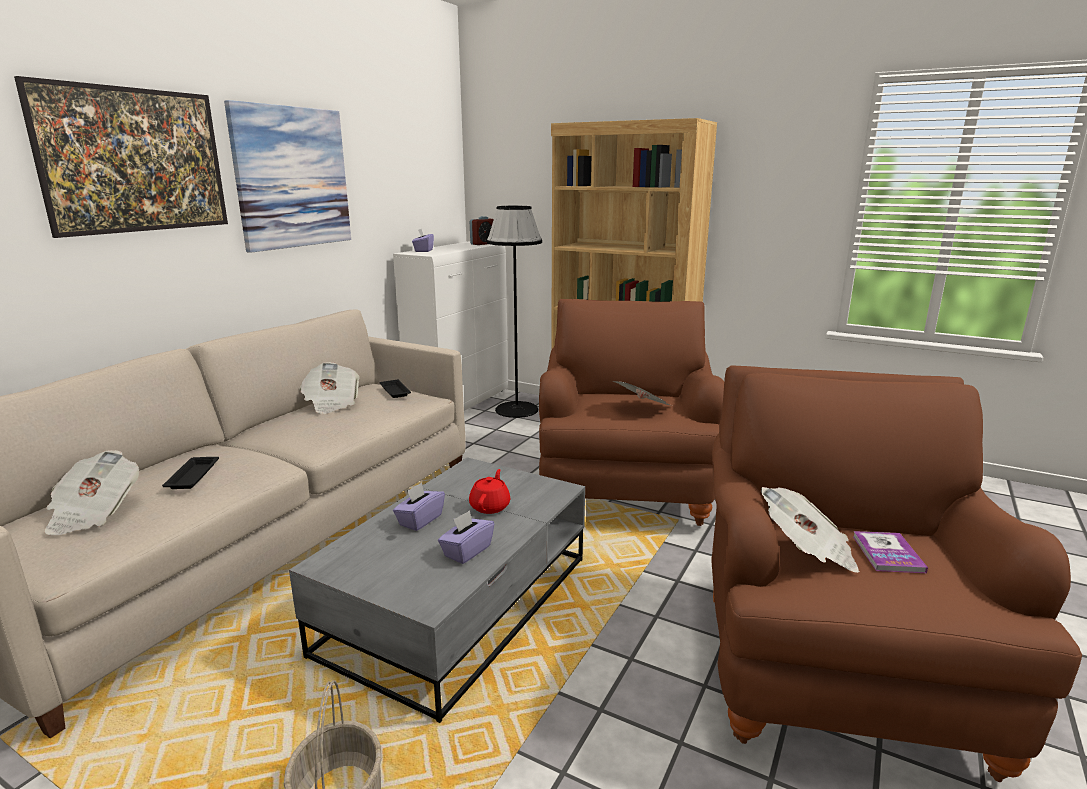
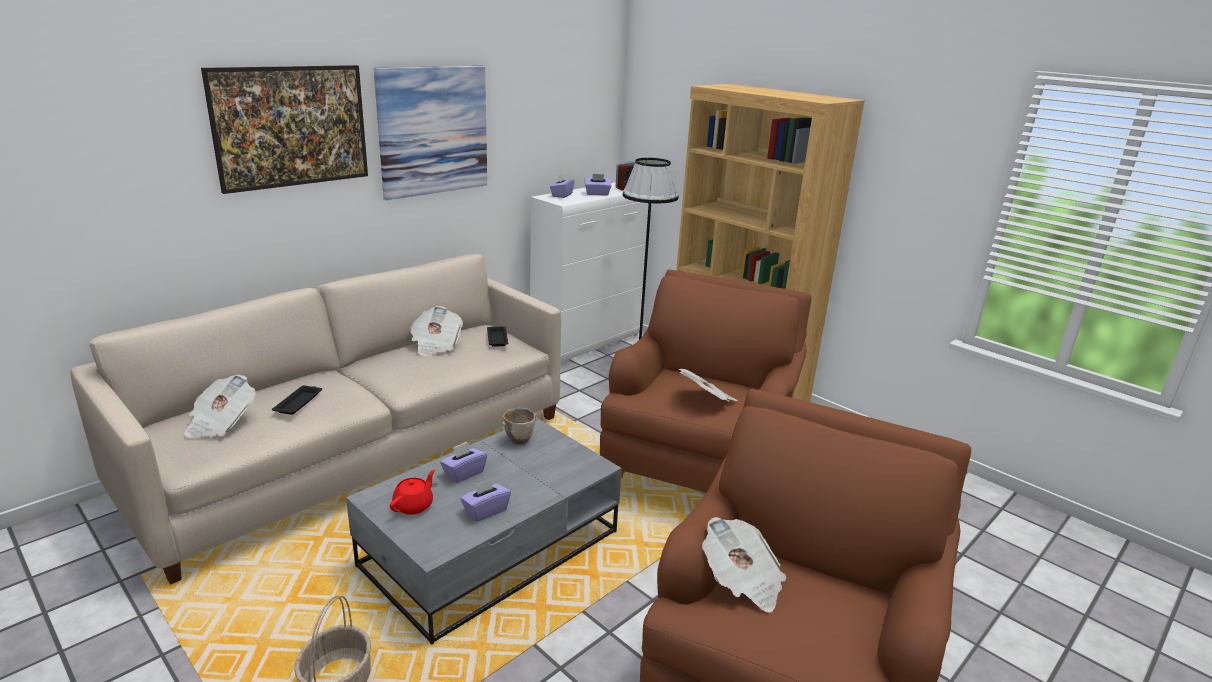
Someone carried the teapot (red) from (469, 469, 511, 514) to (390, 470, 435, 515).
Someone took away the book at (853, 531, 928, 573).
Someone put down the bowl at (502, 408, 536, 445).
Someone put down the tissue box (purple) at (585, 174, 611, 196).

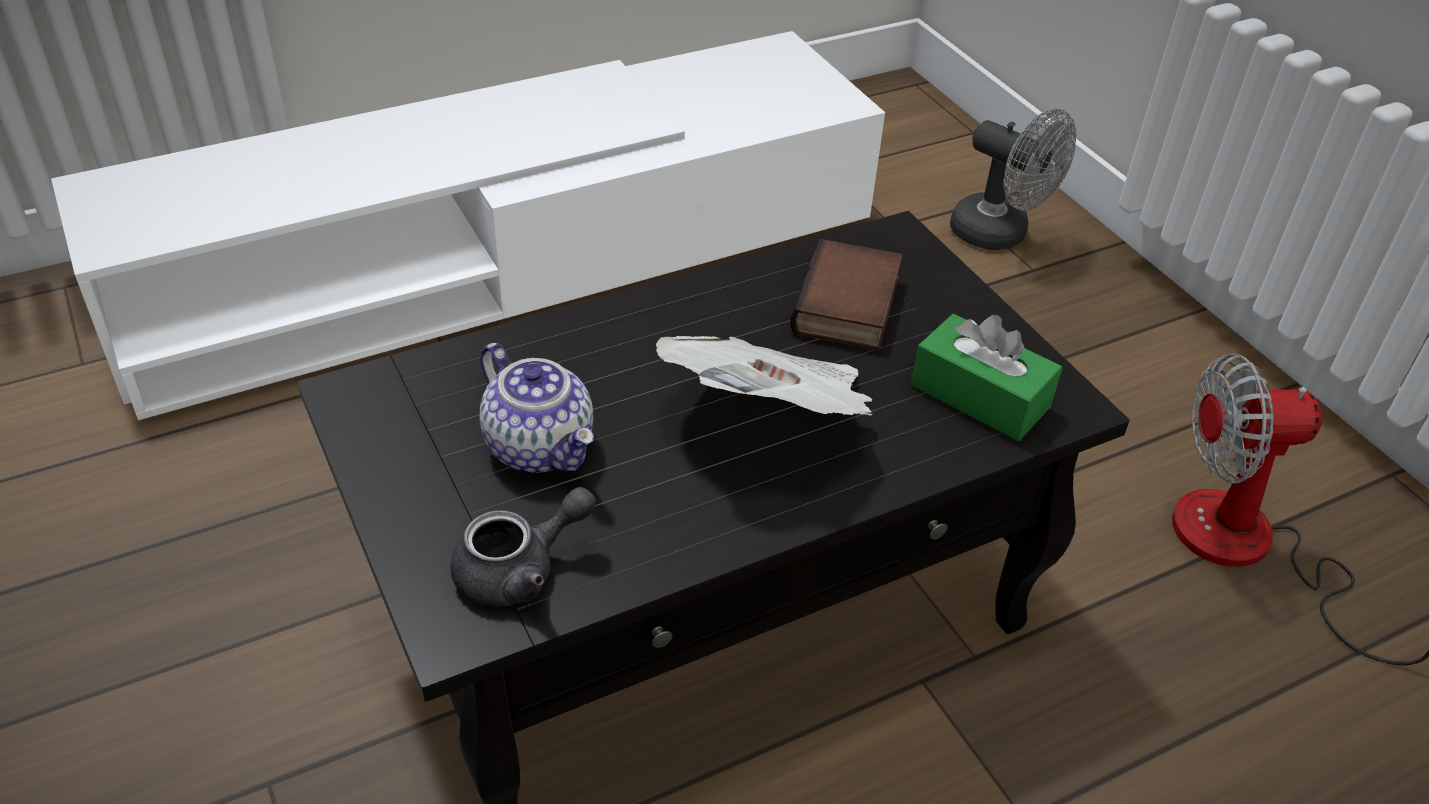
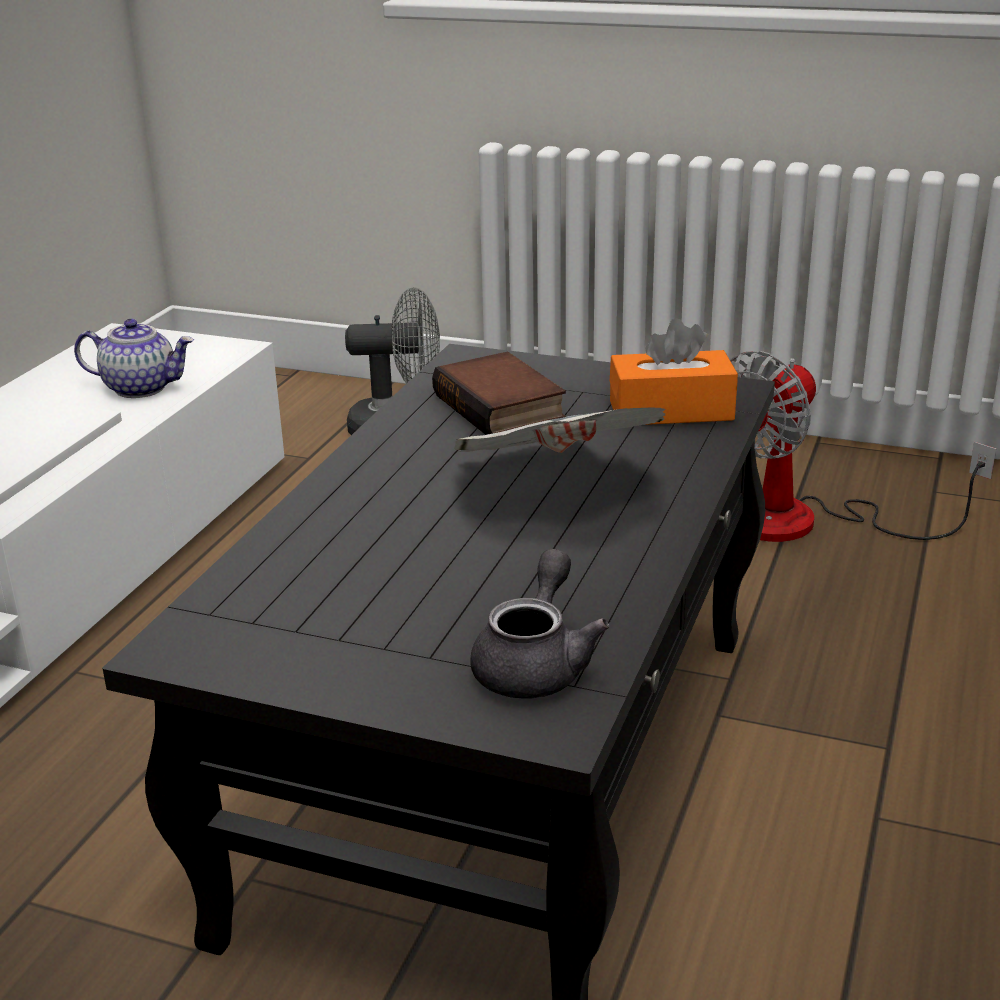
Someone carried the teapot from (479, 343, 594, 473) to (74, 319, 194, 398).
Someone repainted the tissue box (green) at (911, 314, 1062, 441), which became the tissue box (orange) at (610, 318, 738, 425).

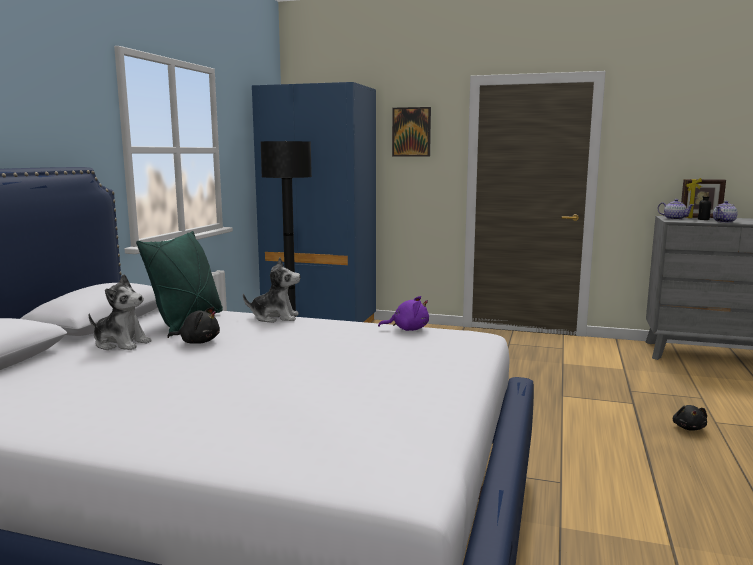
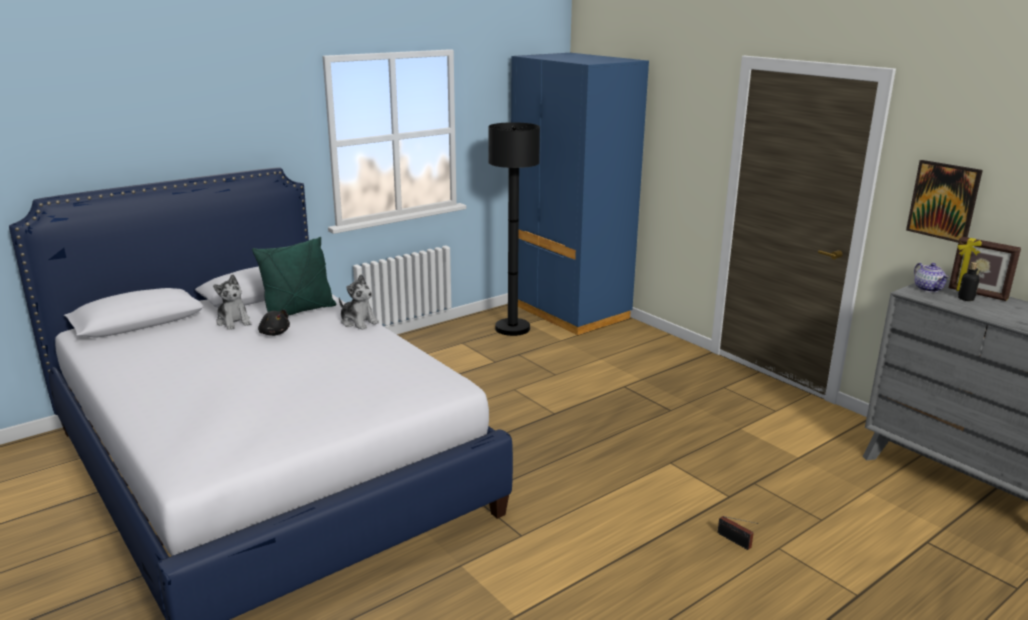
Someone took away the plush toy (purple) at (378, 296, 429, 331).
Someone carried the picture from (392, 107, 431, 156) to (906, 160, 983, 243).
Someone swapped the plush toy (black) at (673, 405, 707, 431) for the radio at (718, 516, 758, 550).
Someone took away the teapot at (713, 201, 738, 223).

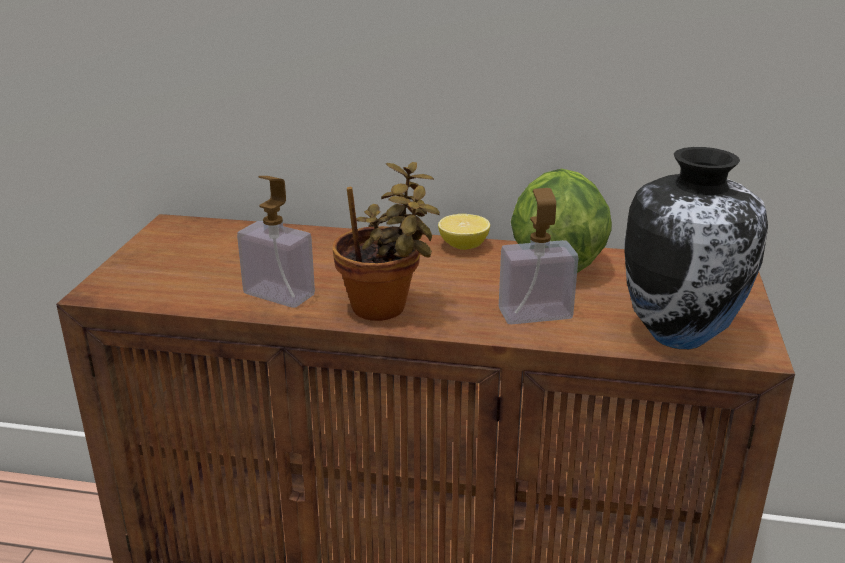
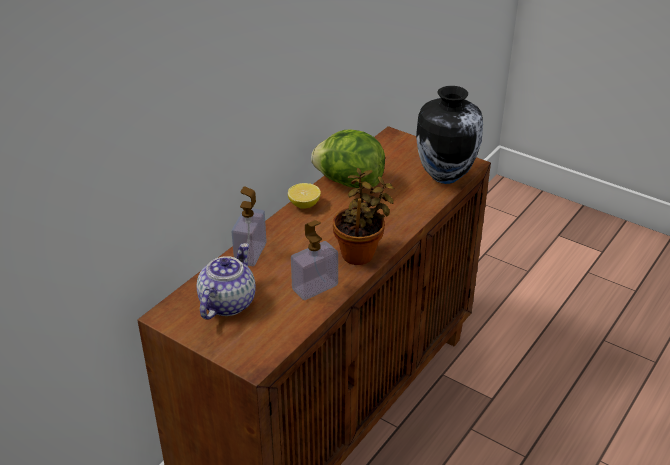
Someone carried the soap dispenser from (499, 188, 578, 324) to (232, 186, 266, 266).
Someone put down the teapot at (197, 243, 256, 320).

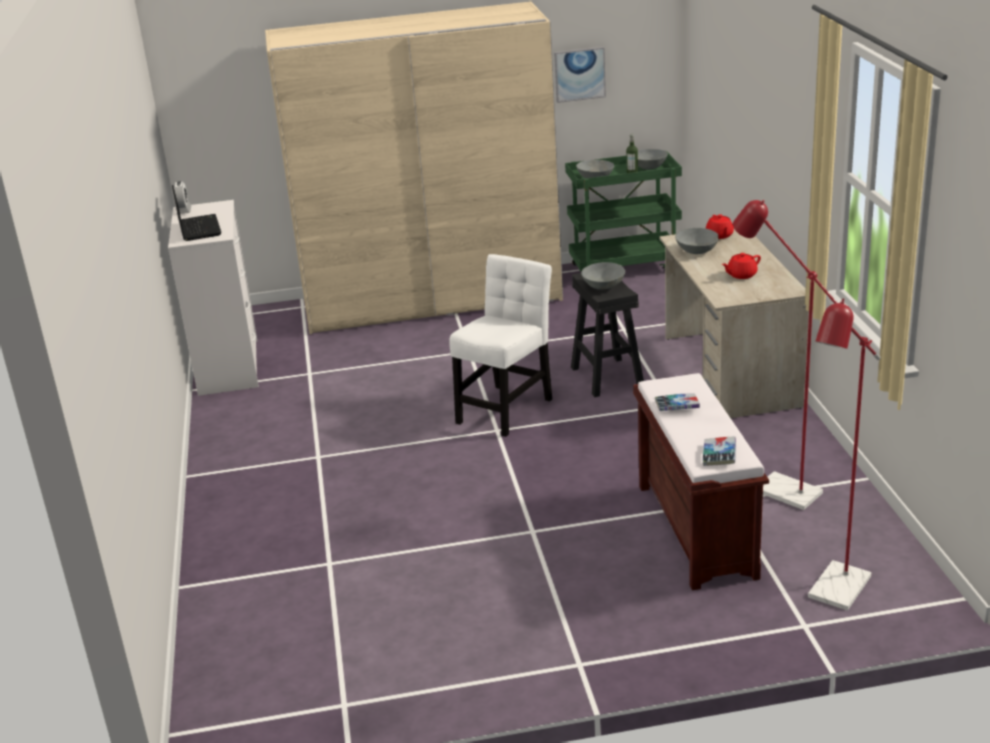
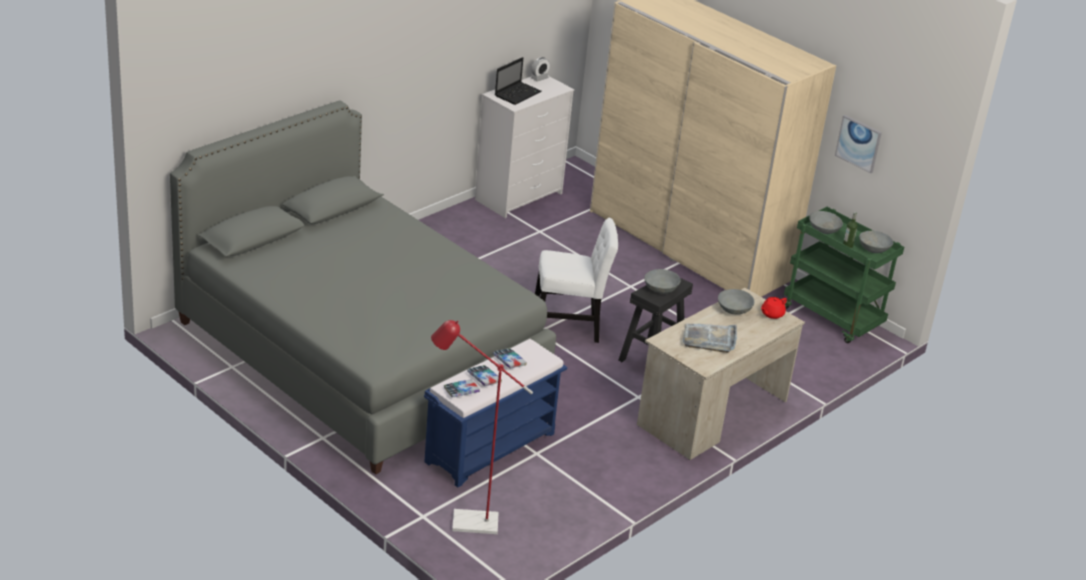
Someone repainted the bench (brown) at (633, 373, 769, 590), which became the bench (blue) at (424, 339, 567, 488).
Someone swapped the teapot (red) at (722, 253, 761, 279) for the tray (grey) at (683, 323, 737, 353).
Someone took away the floor lamp (red) at (733, 200, 837, 510).
Someone put down the bed (grey) at (170, 101, 556, 475).
Someone put down the book at (467, 365, 502, 386).

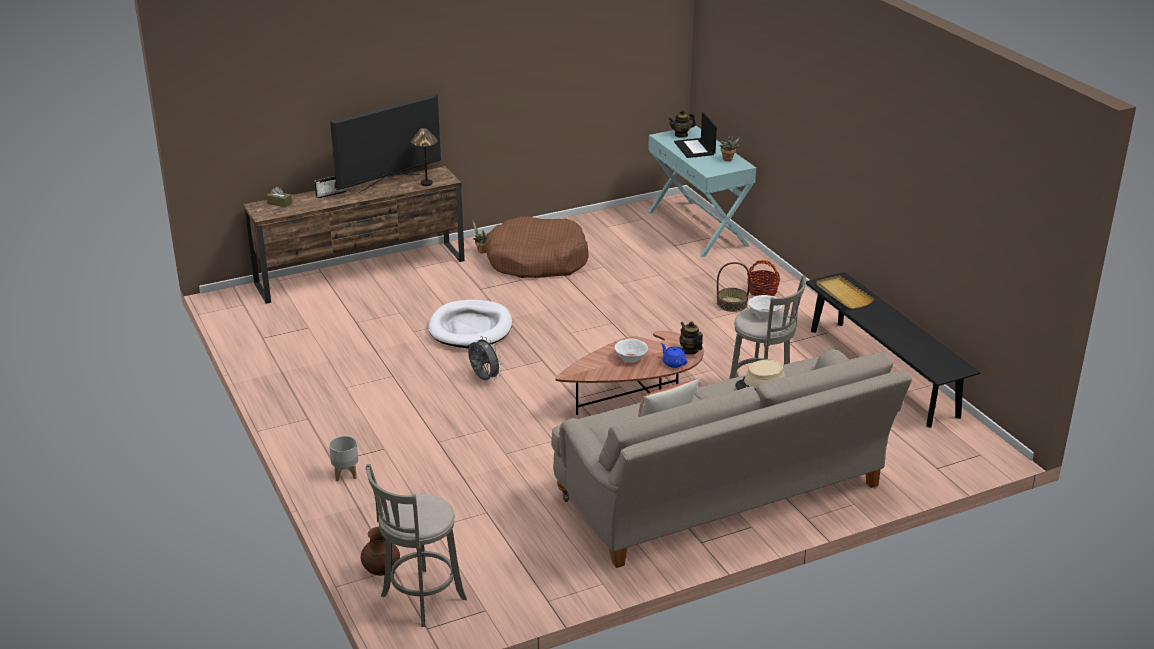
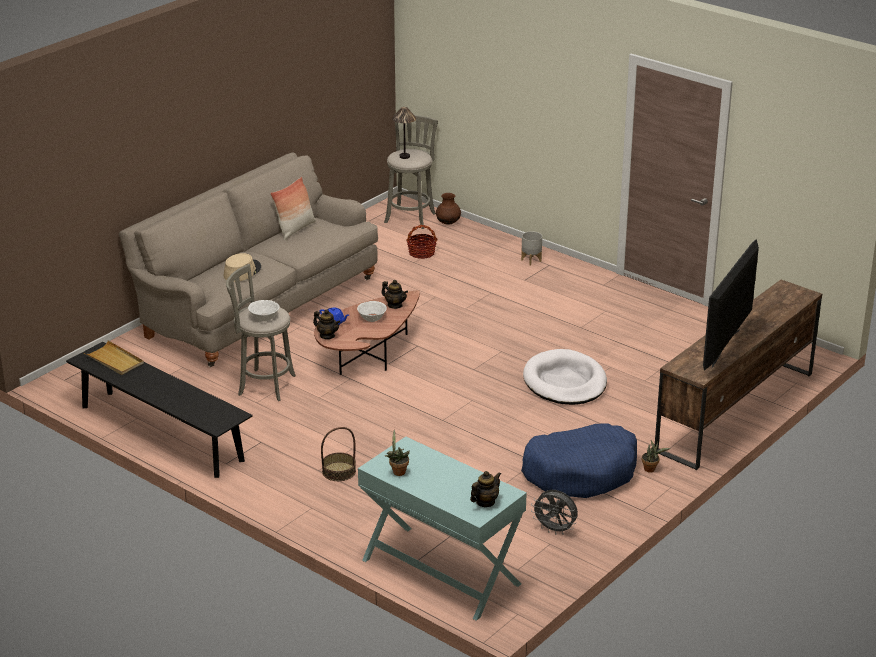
Someone took away the tissue box (brown) at (266, 187, 292, 208).
Someone took away the radio at (314, 176, 347, 199).
Someone carried the table lamp from (411, 128, 438, 186) to (392, 107, 416, 159).
Someone carried the fan (grey) from (468, 336, 502, 380) to (531, 490, 578, 535).
Someone repainted the dog bed (brown) at (485, 216, 589, 278), which became the dog bed (blue) at (521, 424, 637, 498).
Someone took away the laptop at (674, 112, 717, 158).
Someone carried the basket from (747, 260, 780, 296) to (406, 225, 438, 259).
Someone carried the tray (beige) from (817, 275, 874, 309) to (83, 340, 144, 375).
Someone put down the teapot at (381, 280, 408, 309).

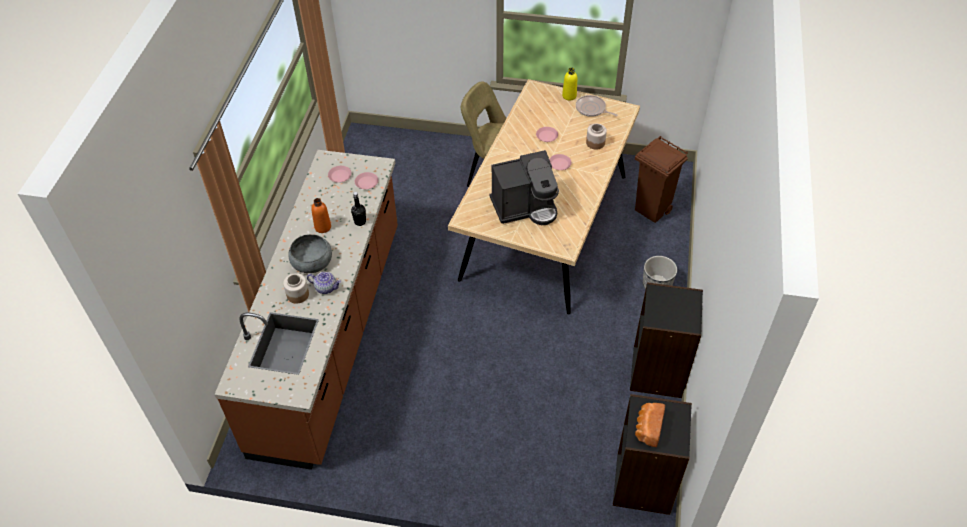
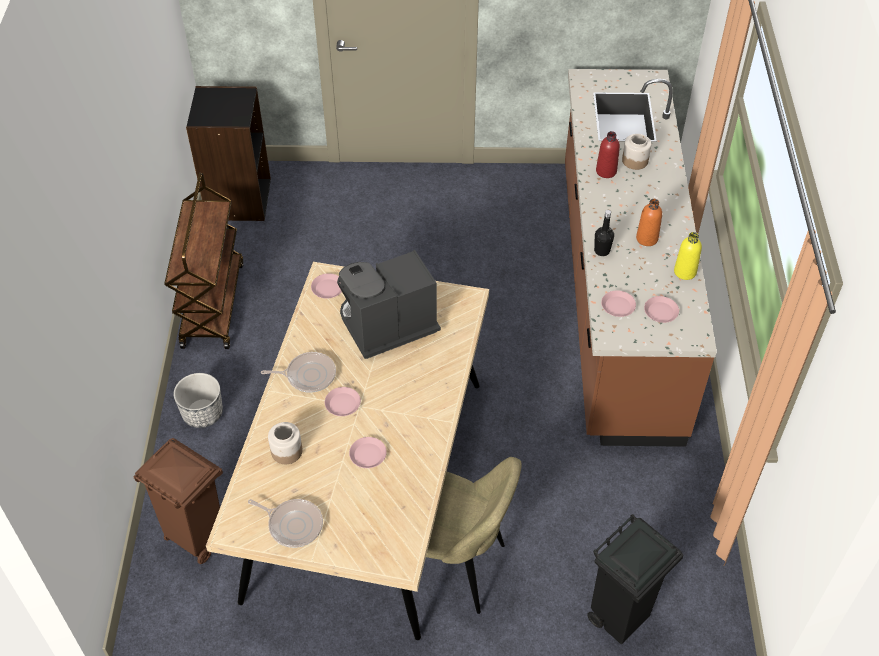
Someone took away the bowl (grey) at (289, 234, 332, 273).
Someone swapped the teapot at (307, 272, 341, 294) for the bottle (red) at (596, 131, 620, 178).
Someone carried the bottle (yellow) from (562, 68, 577, 100) to (674, 232, 702, 280).
Someone swapped the bookcase (black) at (630, 282, 703, 398) for the cart (brown) at (164, 173, 243, 349).
Someone took away the bread at (635, 403, 665, 447).
Someone put down the frying pan at (261, 352, 336, 393).
Someone put down the plate (pink) at (311, 273, 342, 299).
Someone put down the trash can (black) at (587, 514, 684, 644).

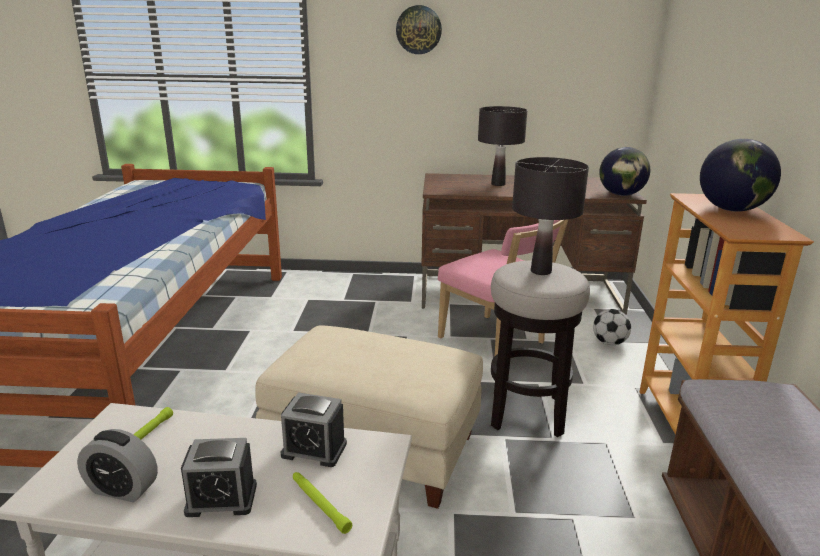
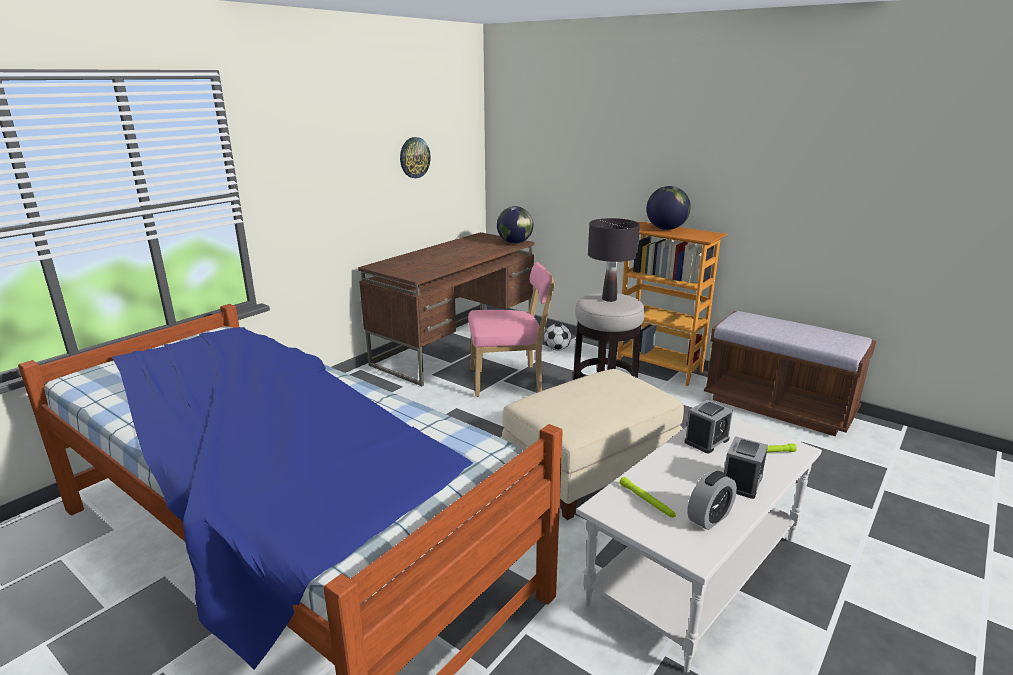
Someone carried the wall clock from (396, 5, 442, 54) to (400, 137, 431, 178).
Someone took away the table lamp (black) at (478, 106, 527, 186).

